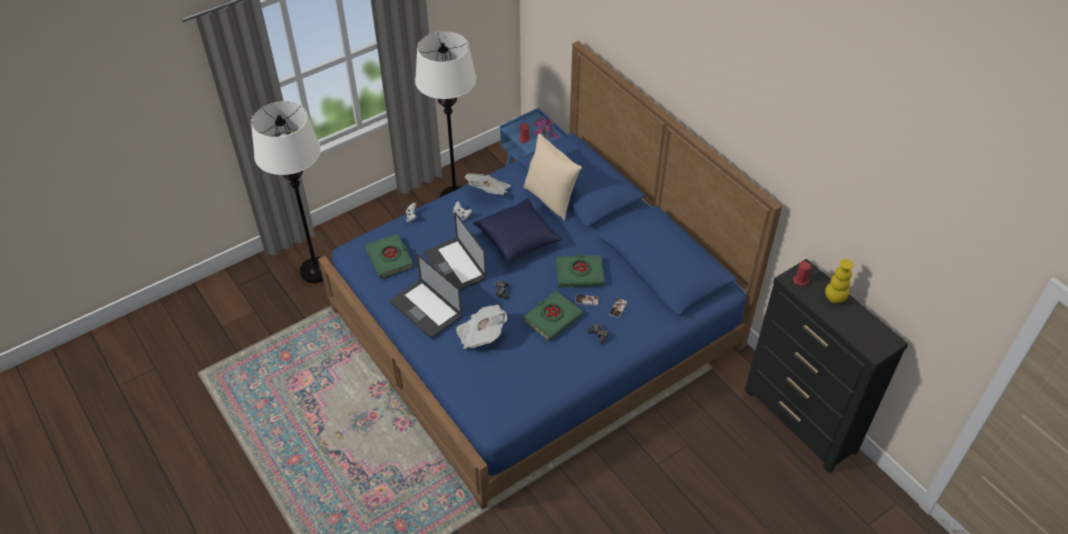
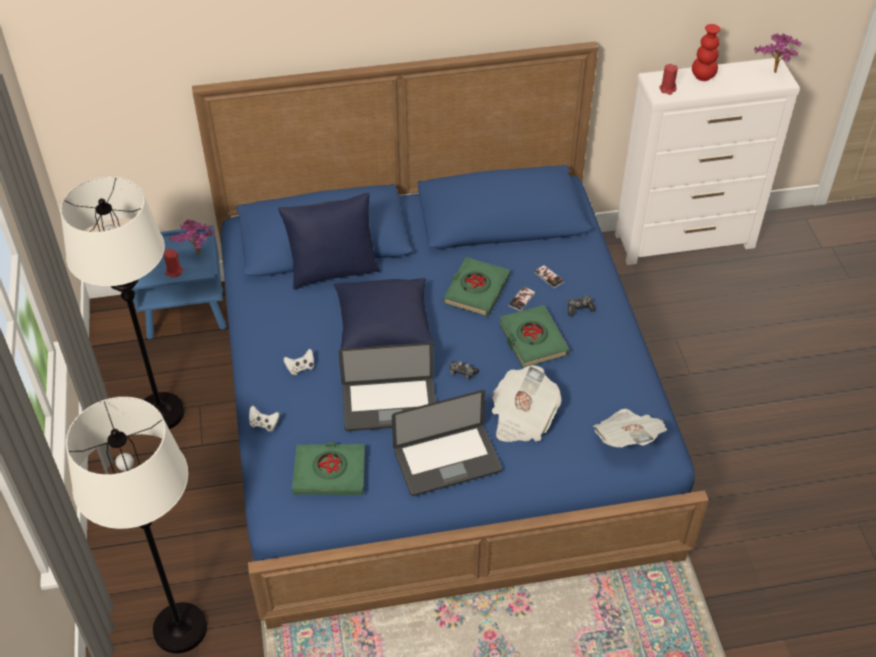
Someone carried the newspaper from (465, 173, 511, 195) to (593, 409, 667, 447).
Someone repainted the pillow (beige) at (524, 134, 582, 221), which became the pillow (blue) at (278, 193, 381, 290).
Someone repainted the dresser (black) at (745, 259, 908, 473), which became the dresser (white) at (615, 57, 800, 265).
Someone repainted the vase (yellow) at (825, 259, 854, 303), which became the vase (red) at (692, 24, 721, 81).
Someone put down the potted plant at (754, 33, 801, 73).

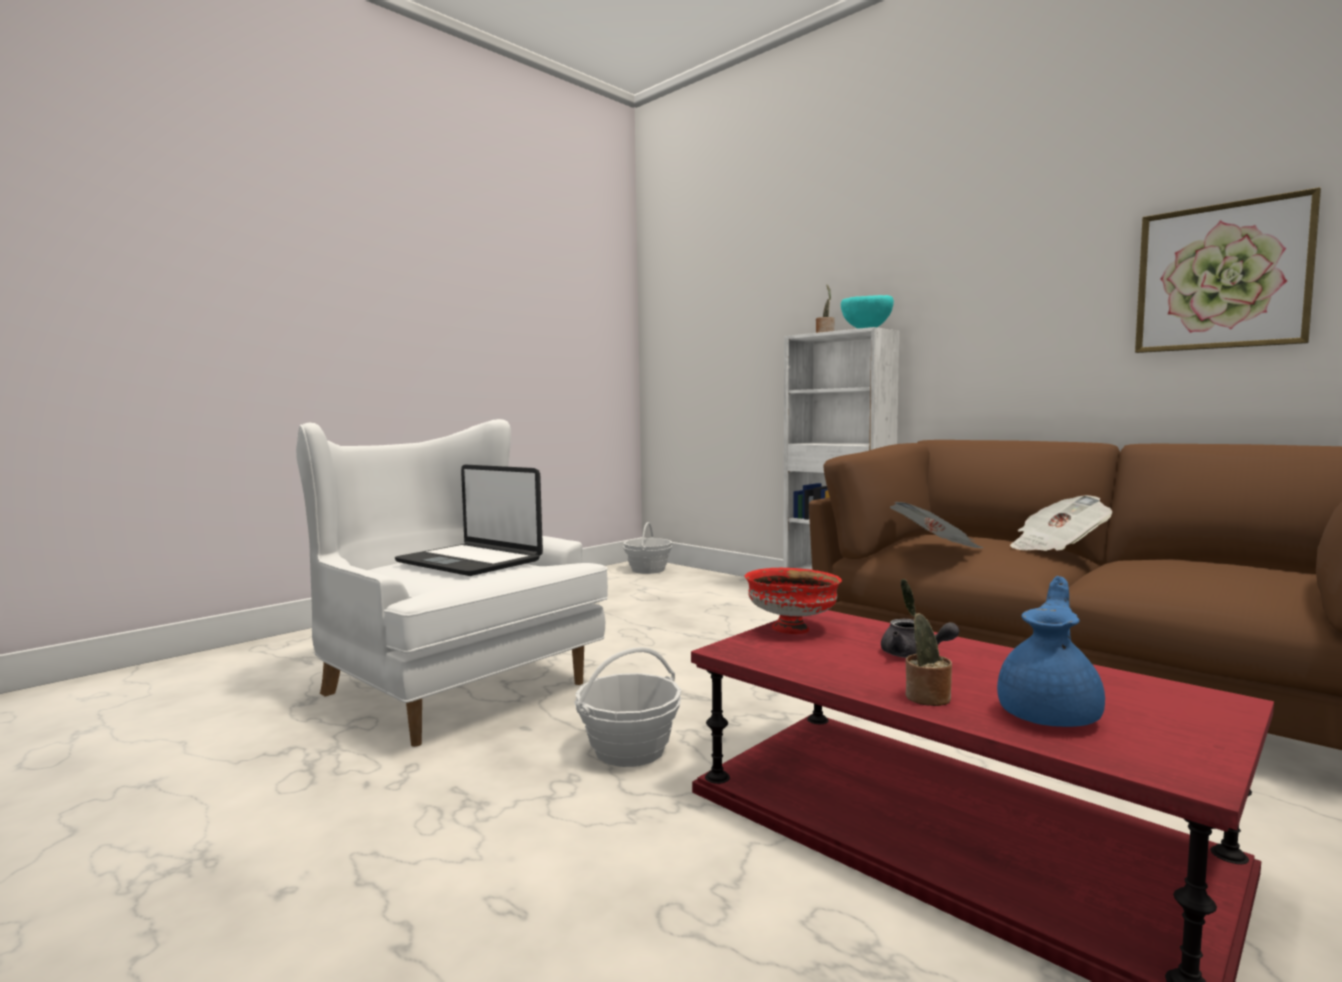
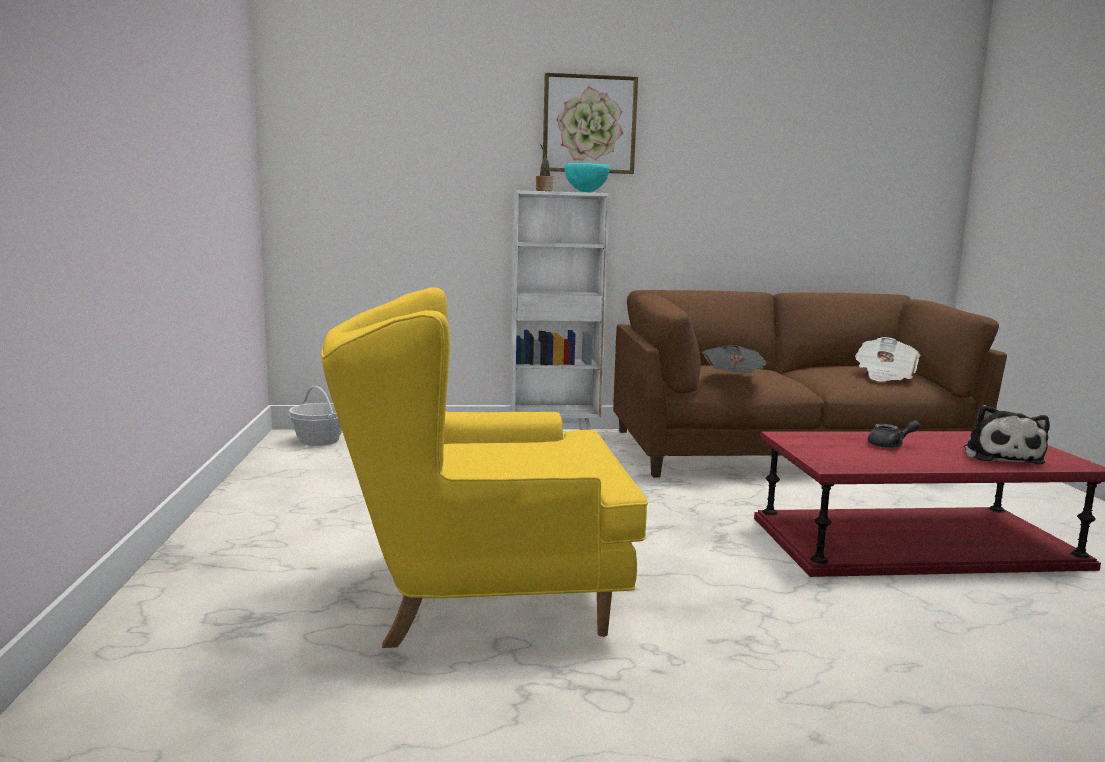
Someone repainted the armchair (white) at (296, 419, 608, 747), which became the armchair (yellow) at (321, 287, 648, 648).
Someone took away the laptop at (395, 464, 543, 576).
Someone took away the basket at (574, 647, 682, 767).
Someone took away the bowl (red) at (745, 568, 842, 634).
Someone took away the potted plant at (900, 579, 952, 706).
Someone swapped the teapot (blue) at (997, 576, 1105, 727) for the plush toy at (964, 405, 1050, 464).
Someone carried the newspaper from (1010, 495, 1112, 551) to (855, 337, 920, 382).
Someone carried the picture from (1135, 187, 1321, 353) to (543, 72, 638, 174).

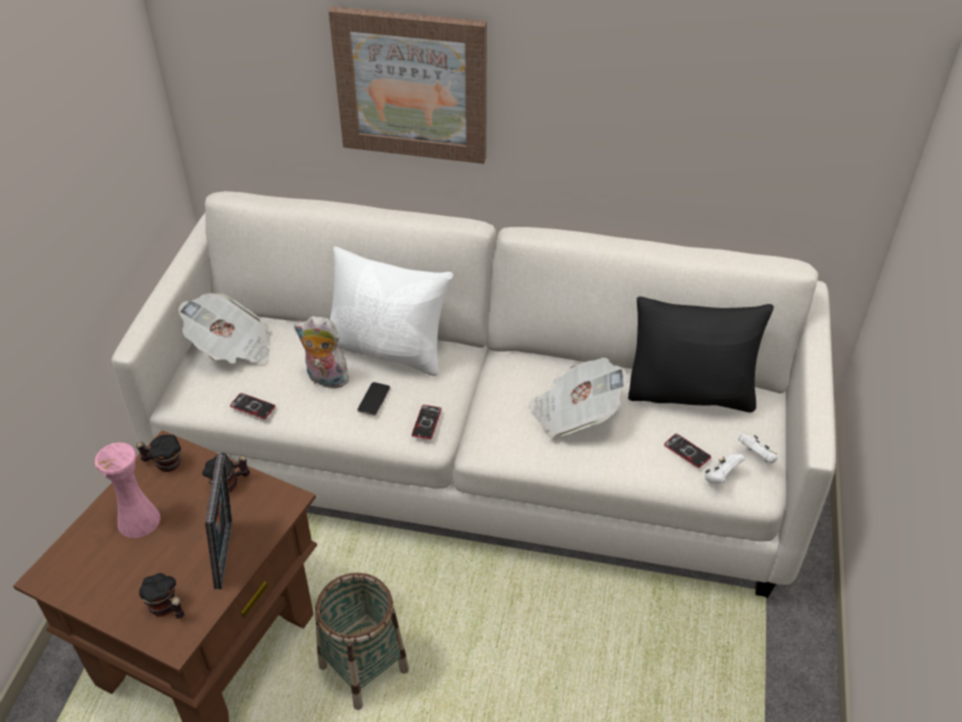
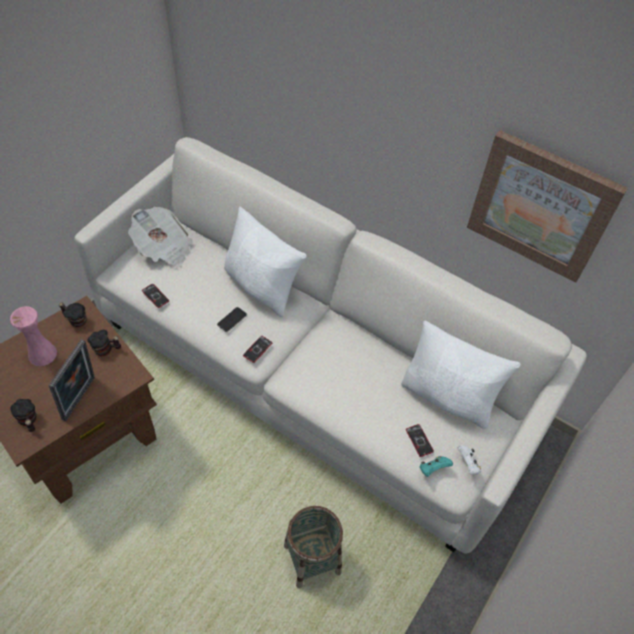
Someone took away the plush toy at (294, 316, 349, 389).
Someone carried the basket from (315, 573, 409, 710) to (284, 506, 343, 588).
Someone carried the picture from (329, 6, 487, 164) to (467, 130, 628, 283).
Someone took away the newspaper at (528, 358, 628, 438).
Someone repainted the pillow (black) at (628, 297, 774, 412), which became the pillow (white) at (401, 321, 521, 429).
Someone repainted the game controller (white) at (705, 454, 745, 484), which became the game controller (turquoise) at (420, 456, 453, 477).

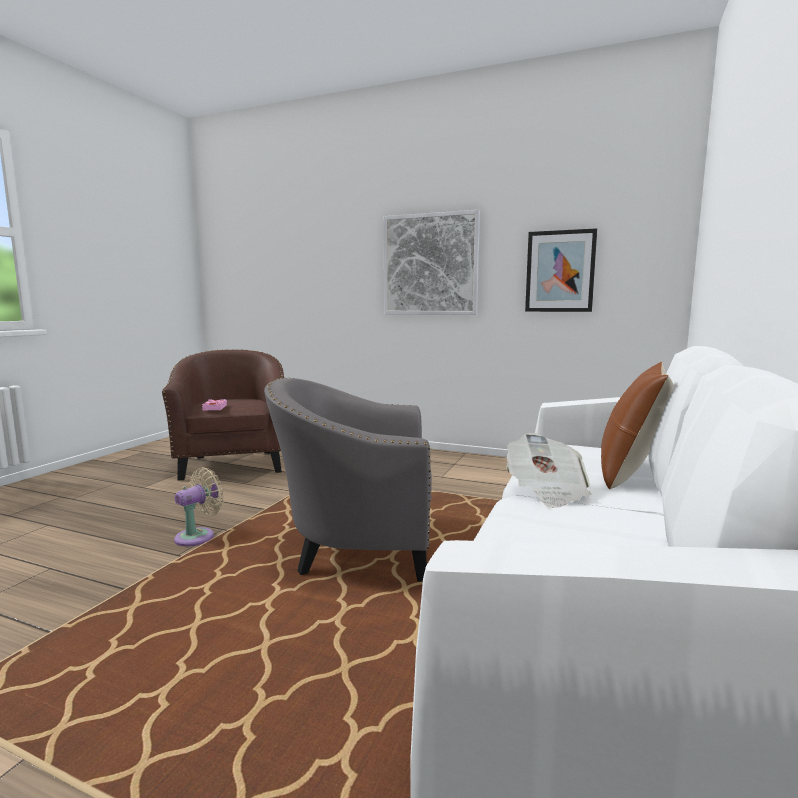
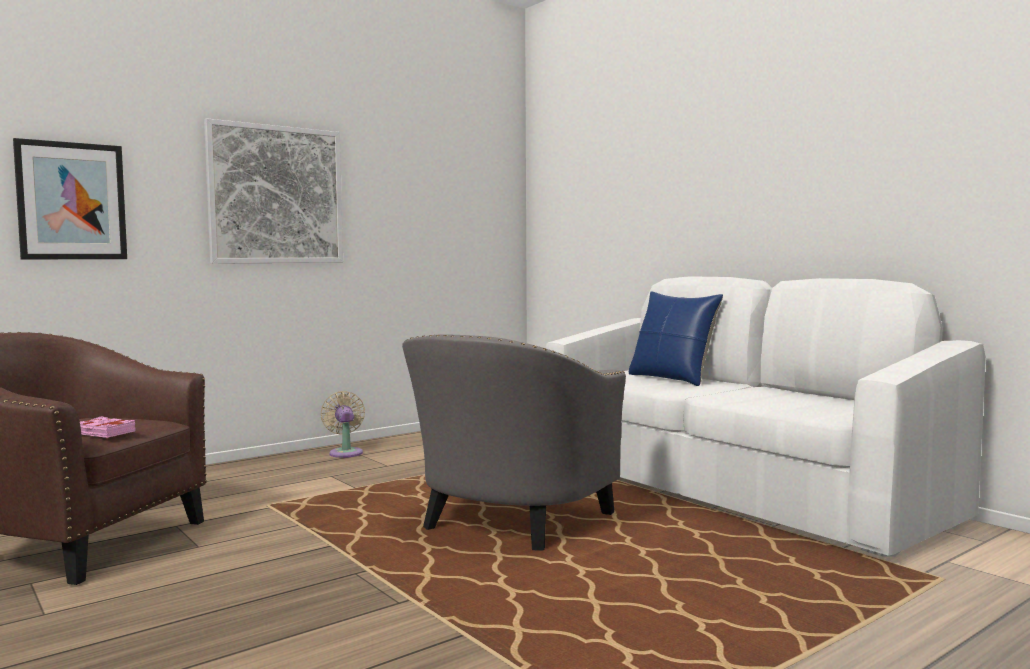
Someone carried the fan (beige) from (174, 467, 224, 546) to (321, 391, 365, 458).
Someone took away the newspaper at (506, 433, 592, 508).
Someone carried the picture from (525, 228, 597, 312) to (13, 138, 127, 259).
Someone repainted the pillow (brown) at (601, 362, 673, 489), which became the pillow (blue) at (629, 291, 723, 386).

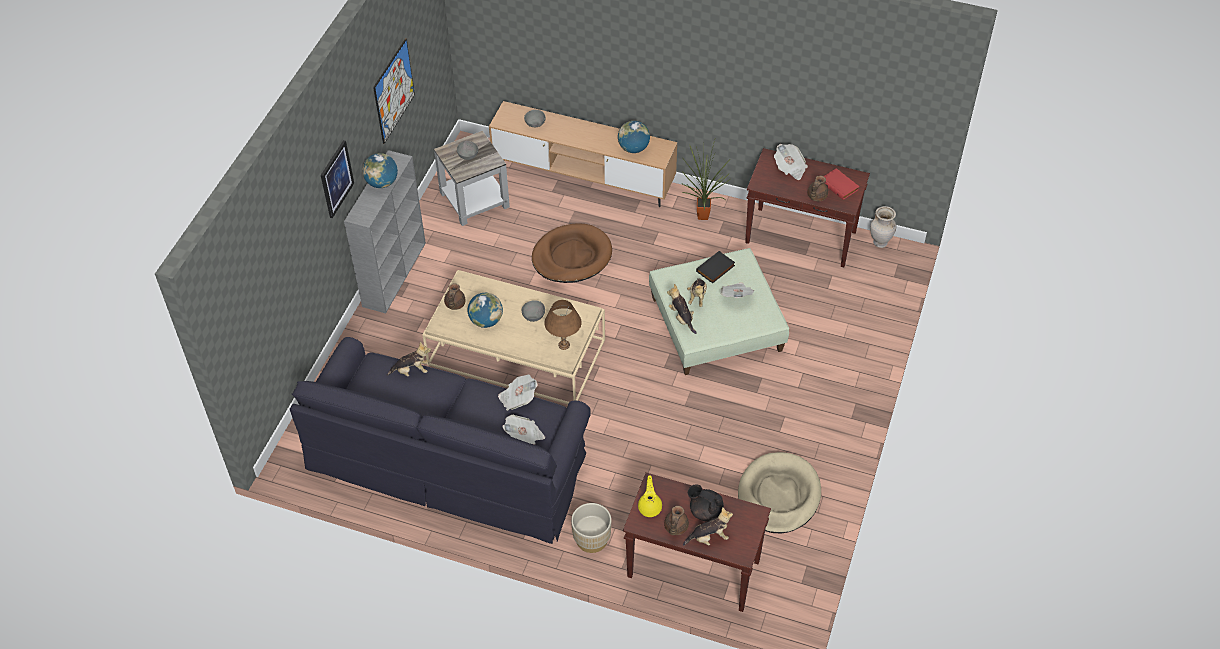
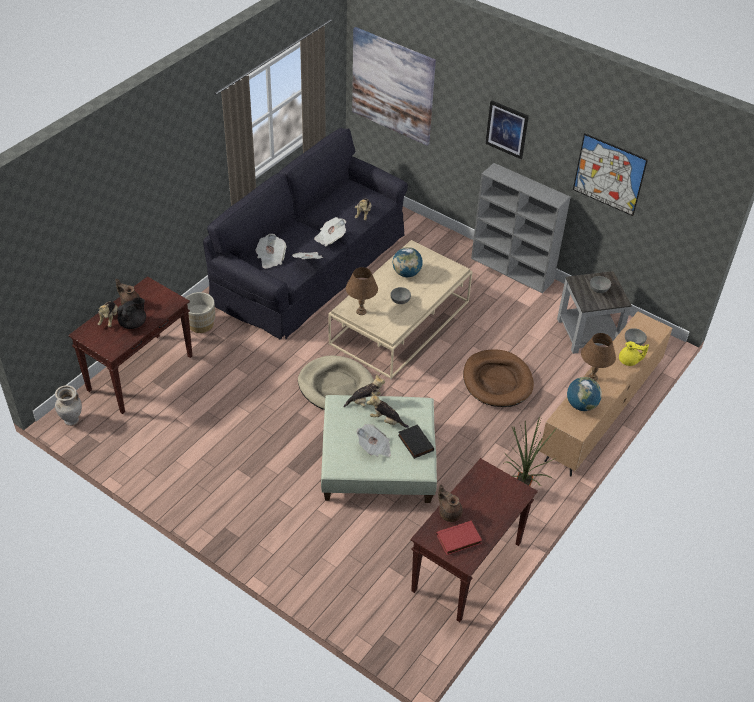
Someone took away the globe at (362, 153, 398, 188).
Someone took away the teapot (brown) at (444, 283, 466, 310).
Someone carried the teapot (yellow) from (638, 475, 662, 517) to (619, 341, 649, 366).
Someone carried the dog bed (beige) from (738, 452, 821, 533) to (298, 356, 374, 410).
Someone carried the newspaper from (774, 144, 808, 180) to (314, 217, 346, 246).
Someone carried the vase (beige) from (870, 206, 896, 248) to (55, 385, 82, 426).
Someone put up the picture at (352, 27, 436, 146).
Someone put down the table lamp (brown) at (581, 333, 616, 382).

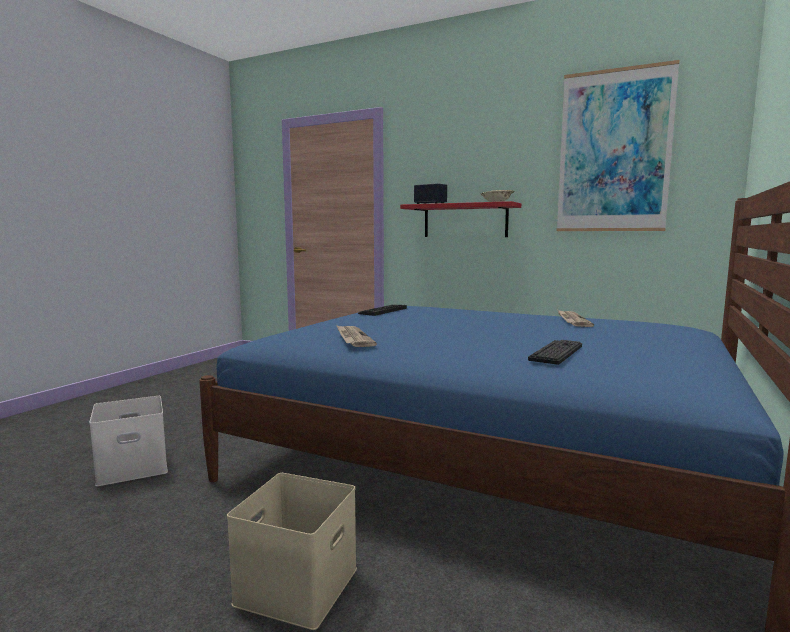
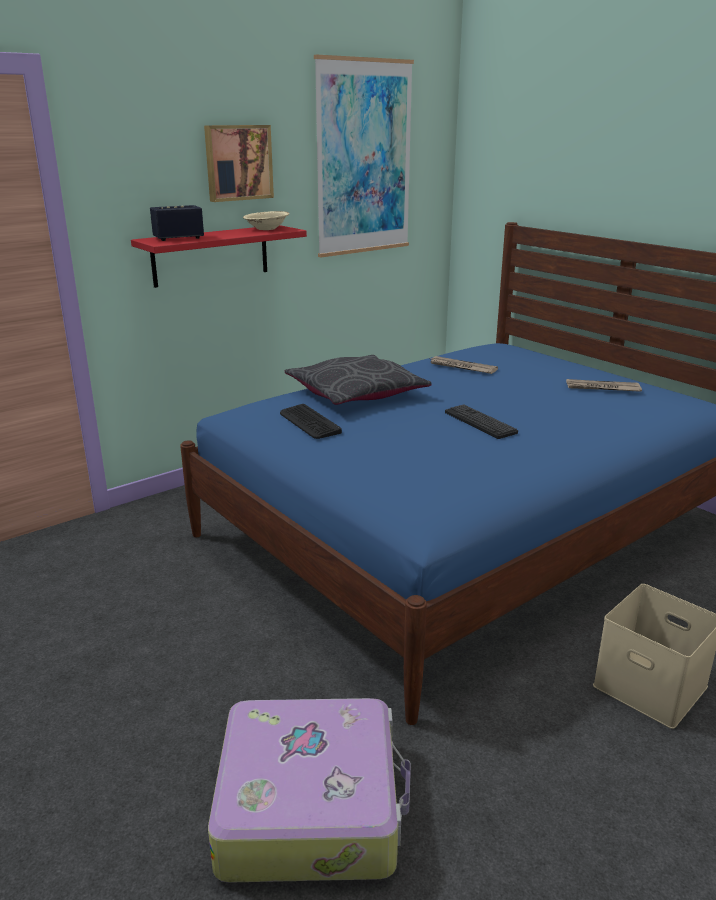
Someone swapped the storage box (white) at (89, 396, 168, 486) for the suitcase at (208, 698, 411, 883).
Someone carried the newspaper from (336, 325, 377, 347) to (566, 379, 642, 392).
Someone carried the keyboard from (528, 340, 582, 365) to (445, 404, 518, 439).
Someone put up the picture at (204, 125, 274, 202).
Someone put down the pillow (grey) at (285, 355, 432, 405).

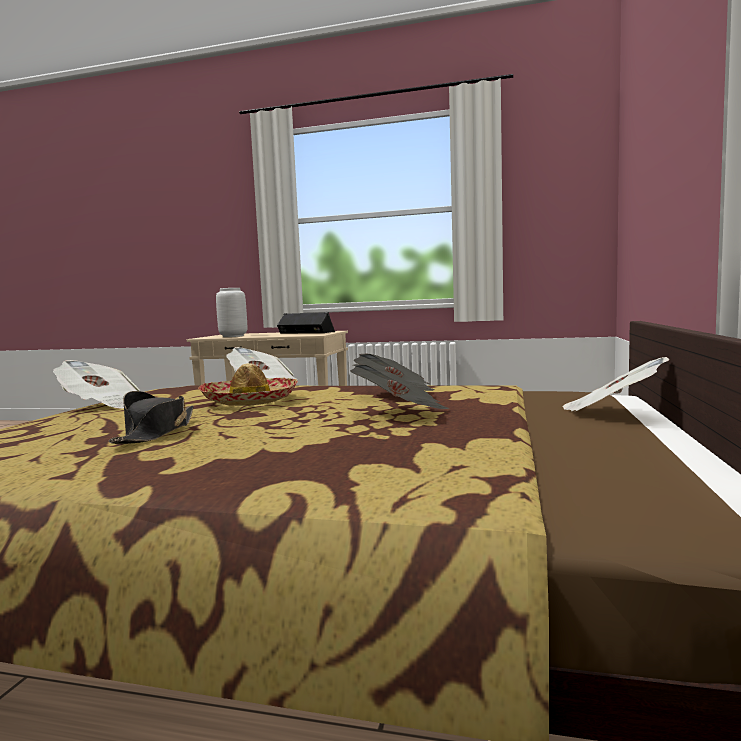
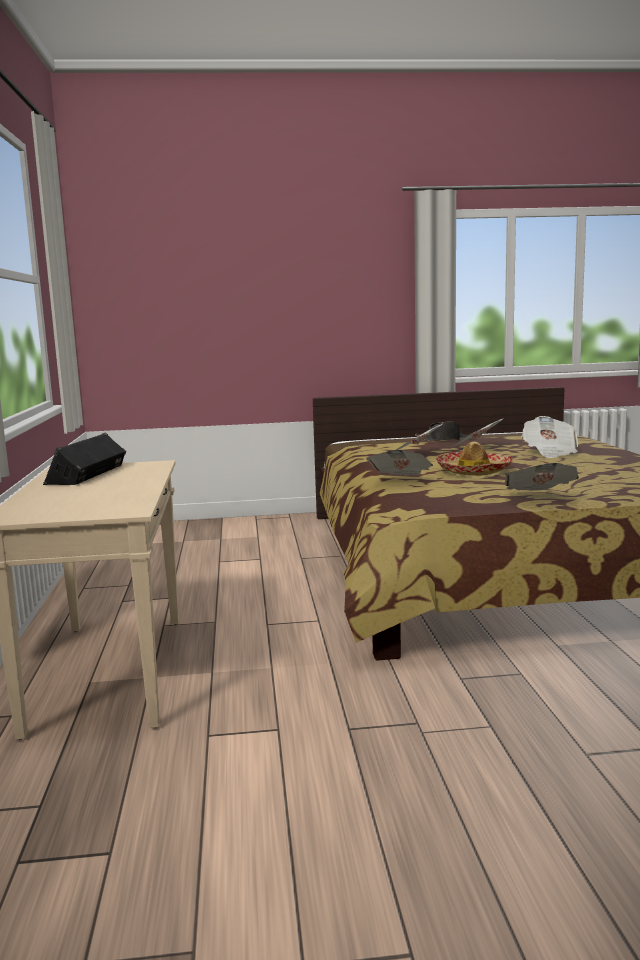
Someone carried the hat (black) from (109, 391, 194, 444) to (415, 421, 472, 442).
Someone took away the vase (grey) at (216, 288, 247, 337).
Someone carried the newspaper from (563, 357, 669, 412) to (521, 416, 578, 458).

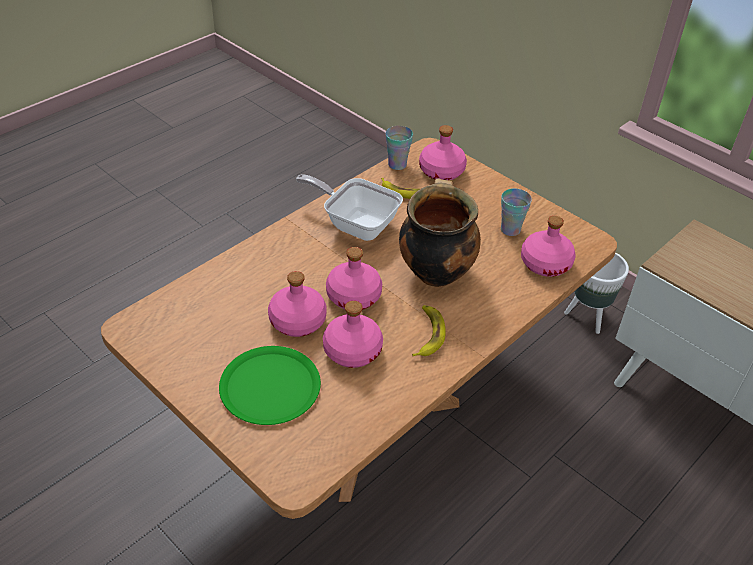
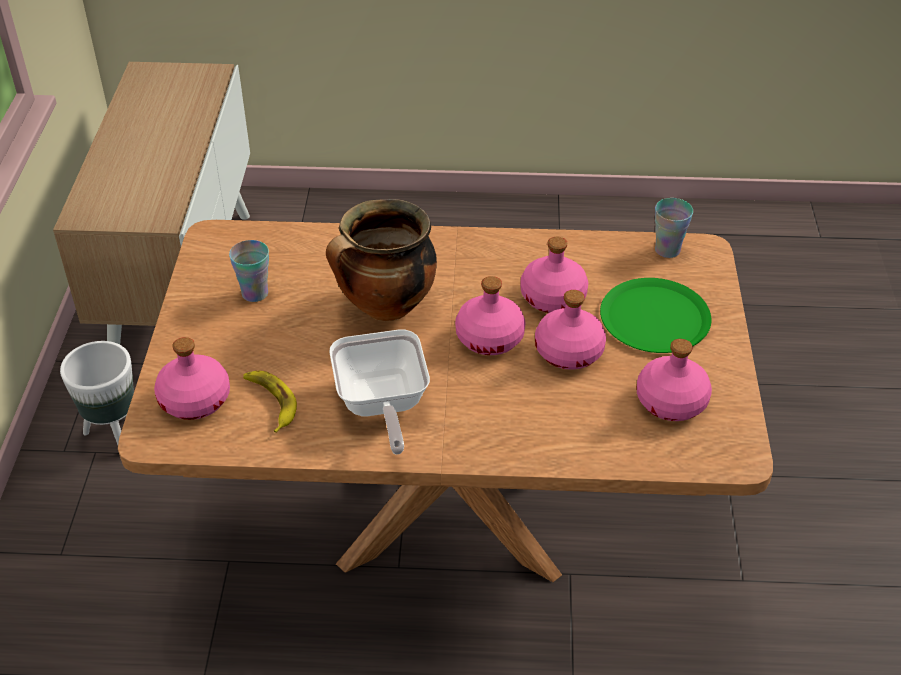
Someone carried the cup from (386, 126, 413, 170) to (655, 198, 693, 258).
Someone took away the banana at (412, 305, 446, 356).
Someone carried the bottle (pink) from (521, 216, 576, 277) to (637, 339, 712, 421).

